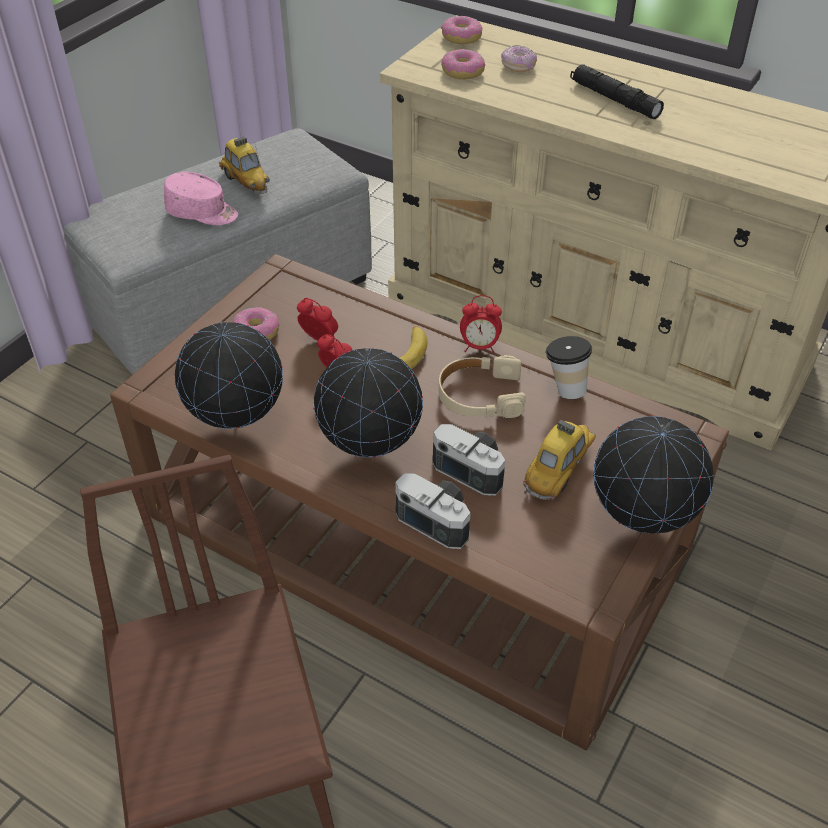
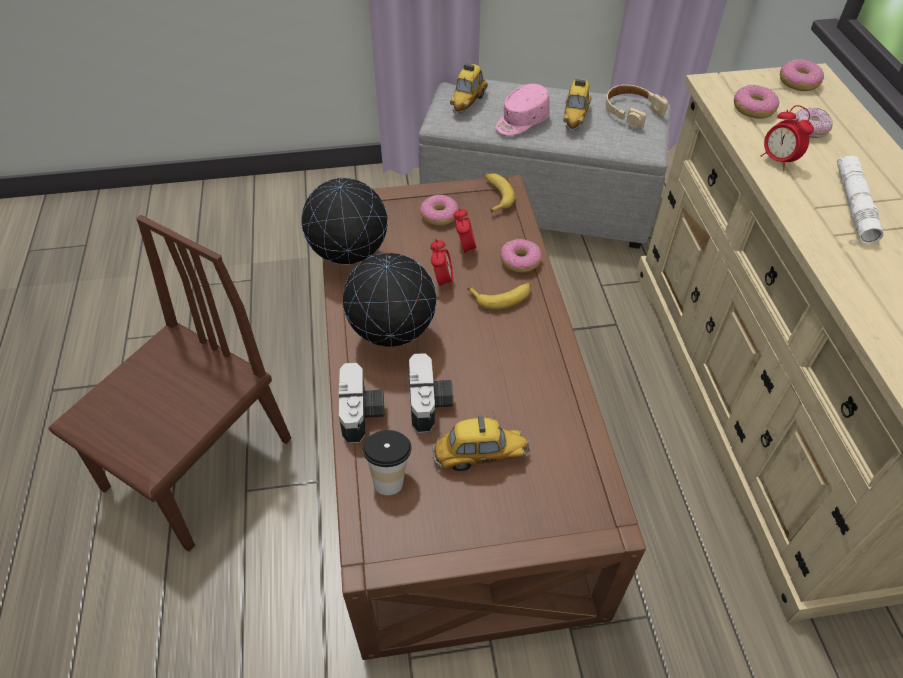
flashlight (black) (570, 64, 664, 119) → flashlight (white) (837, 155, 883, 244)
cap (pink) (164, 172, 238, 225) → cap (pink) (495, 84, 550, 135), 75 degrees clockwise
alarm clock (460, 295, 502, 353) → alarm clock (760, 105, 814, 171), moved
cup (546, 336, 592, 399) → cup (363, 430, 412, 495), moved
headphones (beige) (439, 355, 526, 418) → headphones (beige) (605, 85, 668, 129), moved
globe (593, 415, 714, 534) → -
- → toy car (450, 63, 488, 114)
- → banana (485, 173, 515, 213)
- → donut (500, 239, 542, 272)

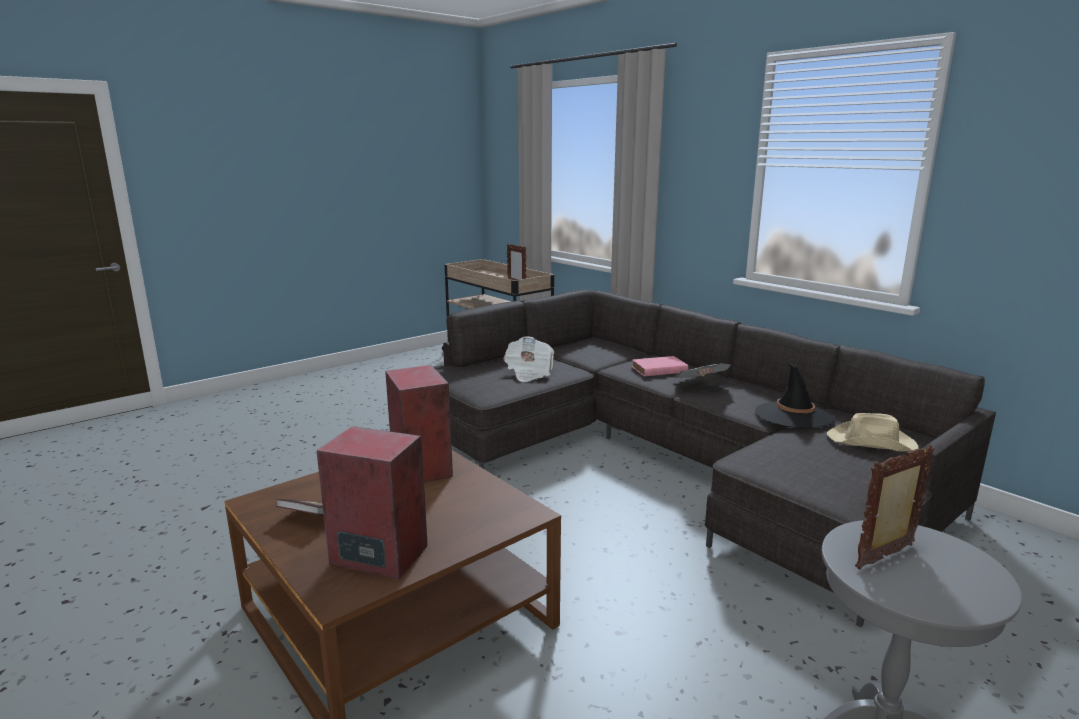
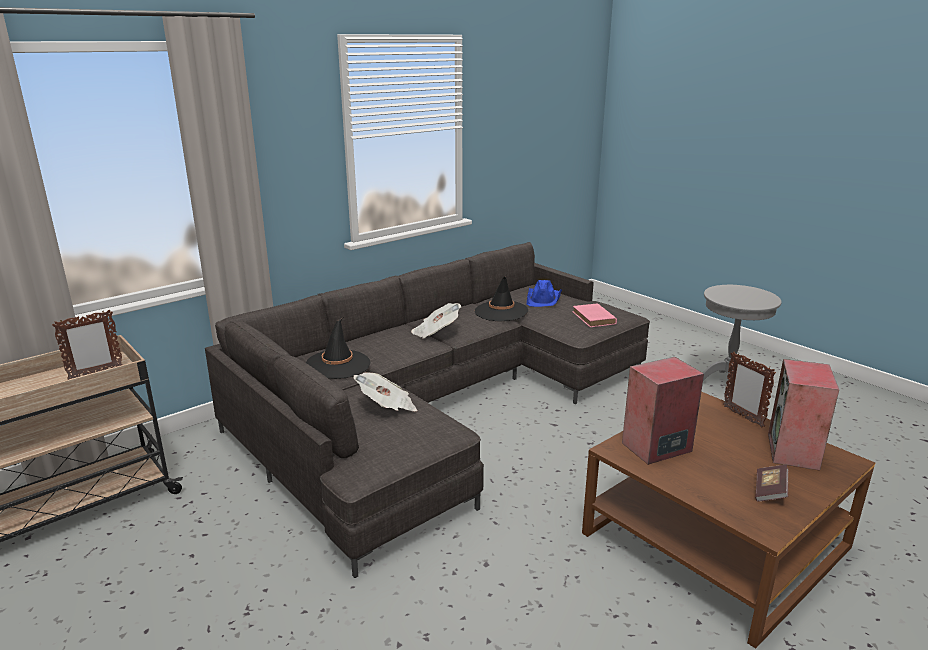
book (pink) (632, 356, 688, 376) → book (pink) (573, 303, 617, 327), moved
hat (beige) (827, 413, 919, 452) → hat (blue) (527, 280, 562, 307)
picture frame (855, 445, 934, 570) → picture frame (723, 352, 776, 428), moved
- → hat (black) (306, 317, 370, 379)

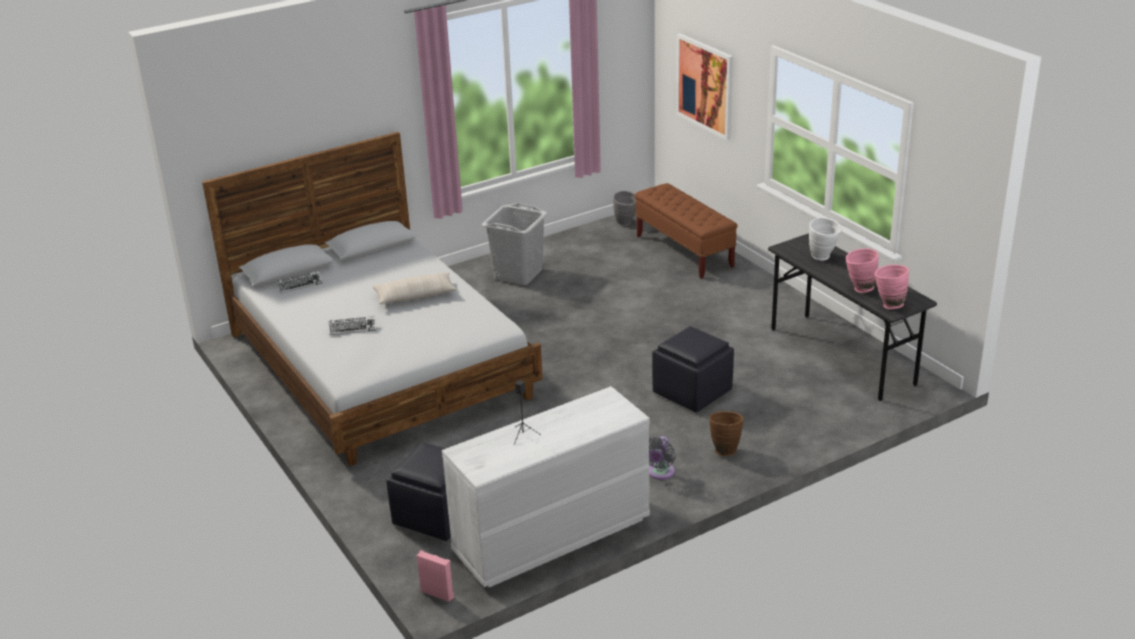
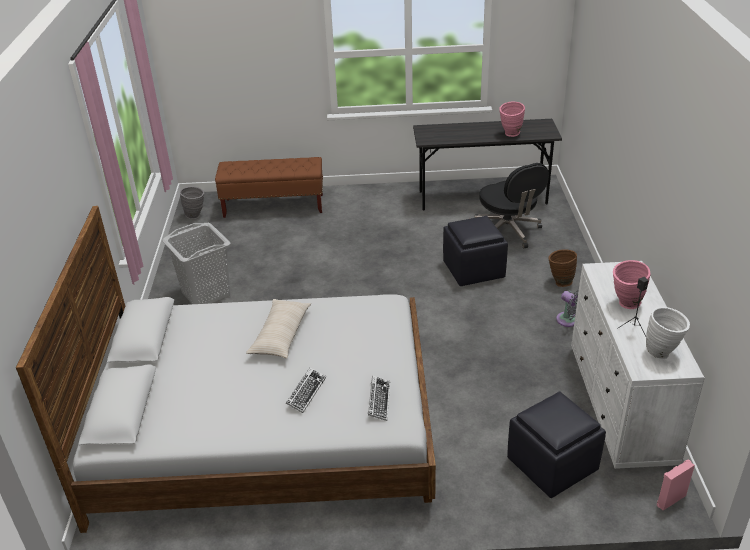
picture (676, 33, 733, 140) → -
vase (white) (809, 217, 841, 260) → vase (white) (645, 307, 690, 359), moved
vase (pink) (875, 265, 909, 309) → vase (pink) (613, 260, 650, 309), moved
keyboard (276, 271, 323, 293) → keyboard (368, 375, 390, 421), moved
- → office chair (black) (475, 163, 549, 248)

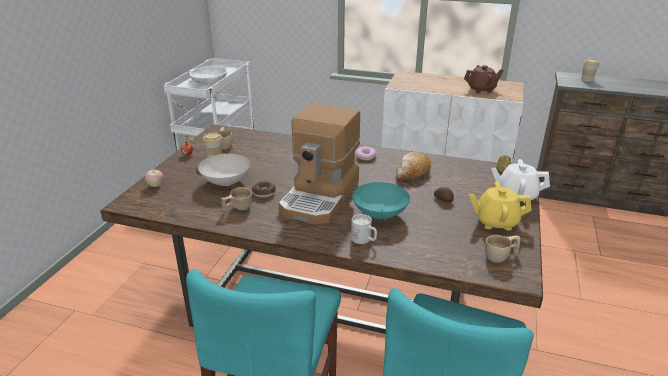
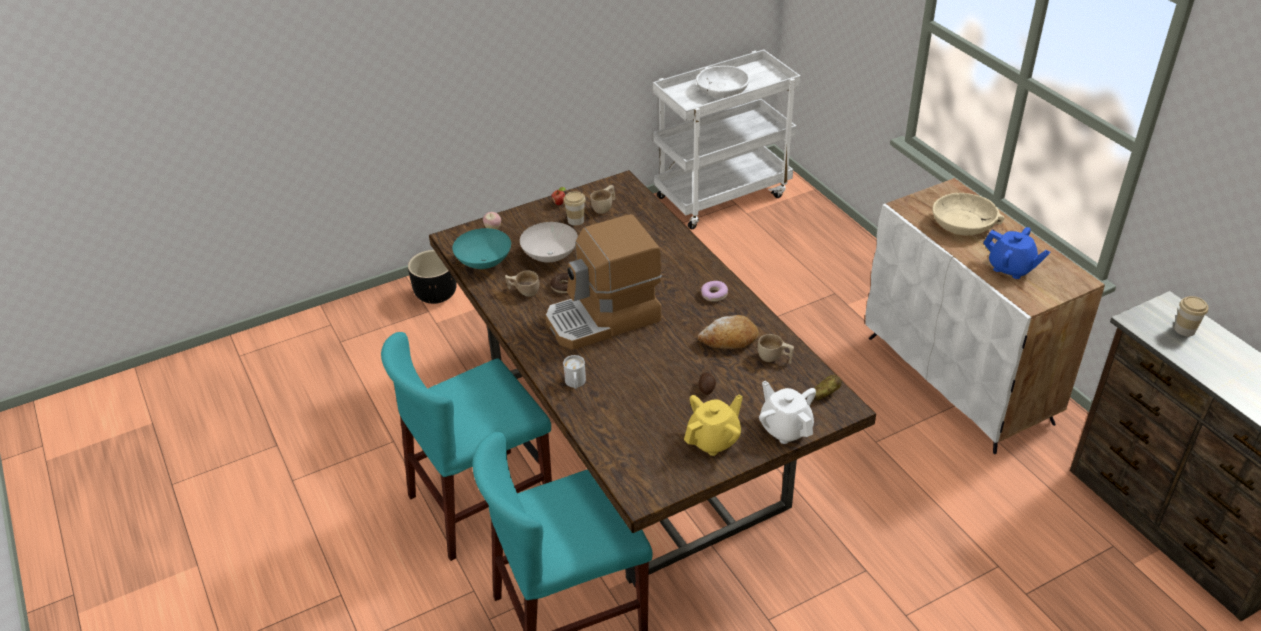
teapot (brown) (464, 65, 504, 93) → teapot (blue) (983, 227, 1050, 279)
bowl (turquoise) (352, 182, 410, 219) → bowl (turquoise) (452, 228, 511, 269), moved
teapot (yellow) (469, 182, 532, 231) → teapot (yellow) (684, 394, 743, 456), 90 degrees clockwise
cup (beige) (485, 235, 520, 263) → cup (beige) (758, 334, 794, 364), moved
- → bowl (beige) (932, 193, 1004, 235)
- → planter (black) (408, 250, 457, 304)

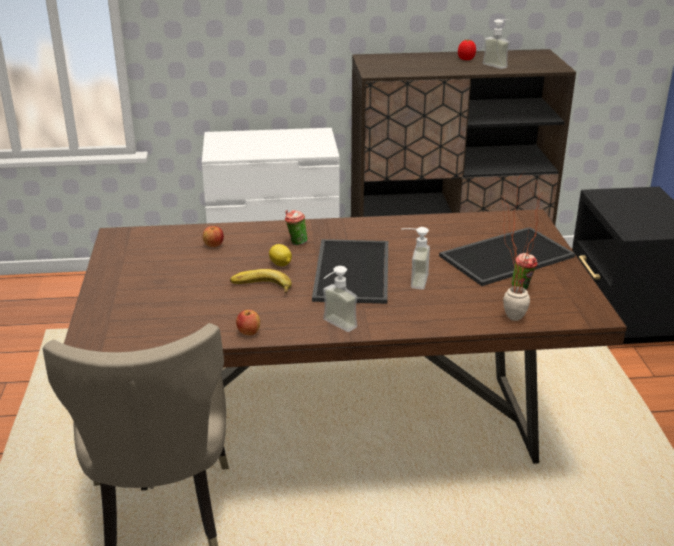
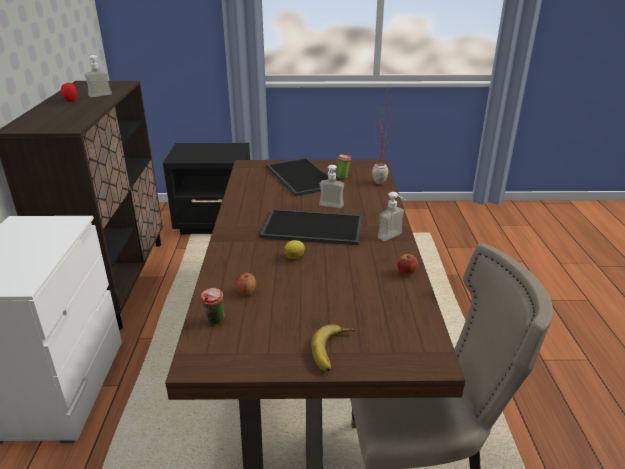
cup (285, 210, 307, 246) → cup (200, 288, 225, 325), moved
banana (230, 269, 292, 294) → banana (311, 324, 355, 371), moved

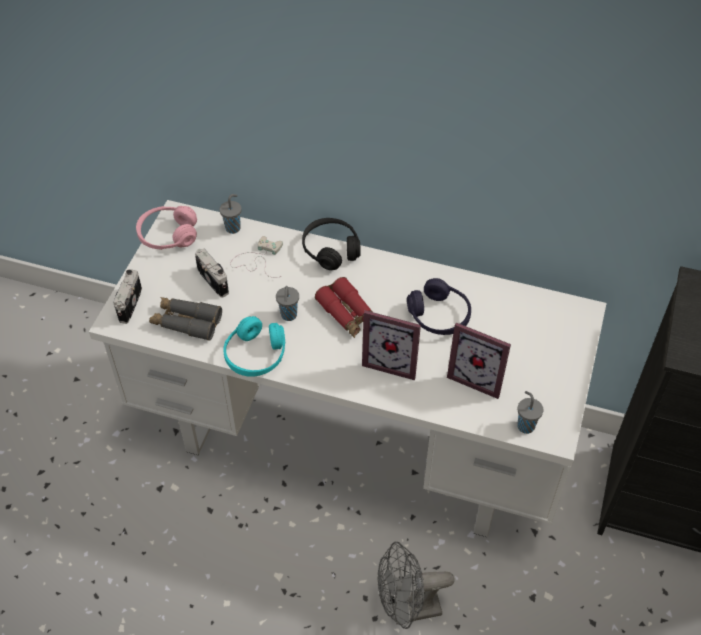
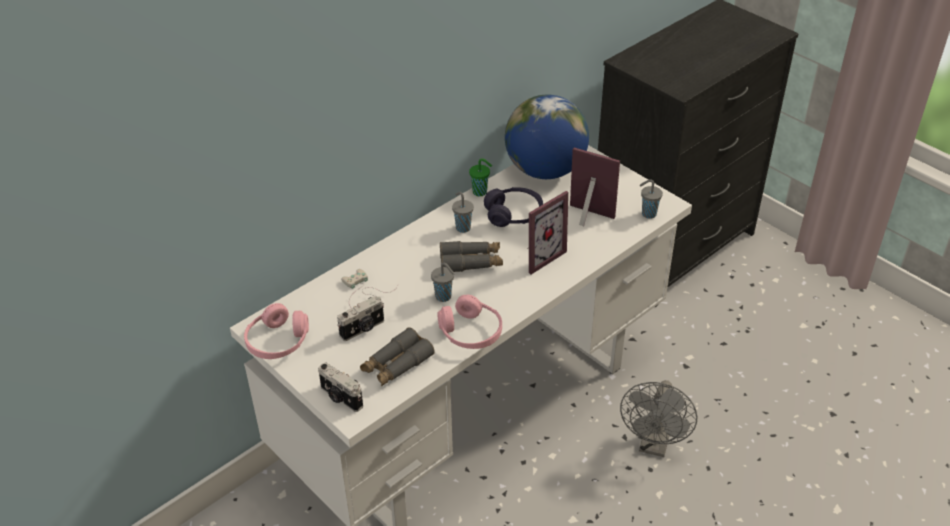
cup (grey) (219, 194, 241, 234) → cup (grey) (452, 192, 474, 233), moved
headphones (black) (302, 218, 361, 270) → -
photo camera (195, 248, 229, 298) → photo camera (337, 296, 384, 341), 150 degrees clockwise
binoculars (red) (315, 277, 372, 338) → binoculars (grey) (440, 241, 503, 272)
headphones (turquoise) (223, 316, 285, 377) → headphones (pink) (437, 295, 502, 349)
picture frame (447, 323, 511, 399) → picture frame (570, 148, 620, 226), 120 degrees counterclockwise
- → globe (505, 95, 589, 179)
- → cup (green) (469, 158, 492, 196)

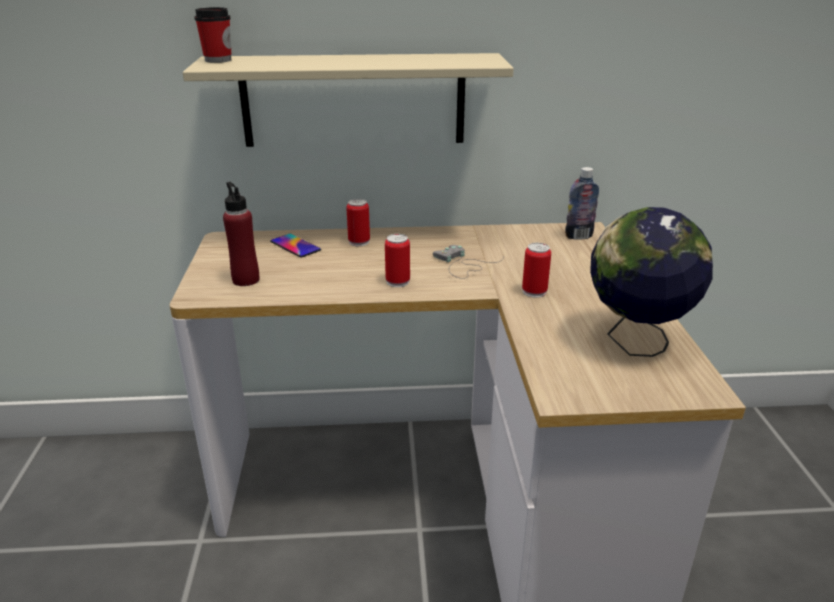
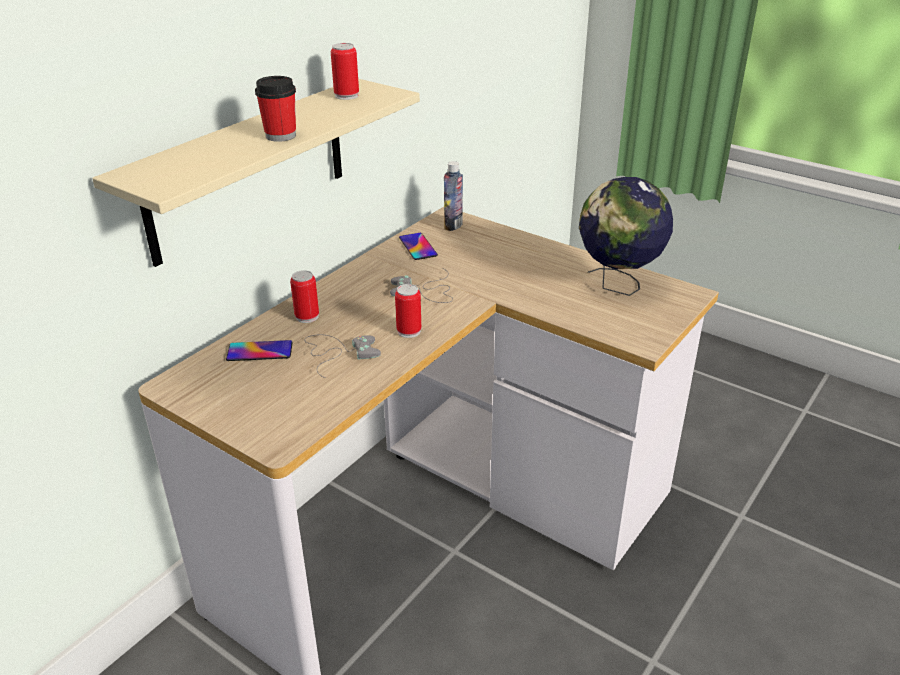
cup (194, 7, 232, 63) → cup (255, 76, 296, 142), moved
bottle (red) (223, 182, 259, 286) → -
can (522, 243, 551, 298) → can (331, 43, 359, 100), moved
- → phone (399, 233, 438, 260)
- → game controller (grey) (304, 334, 381, 378)

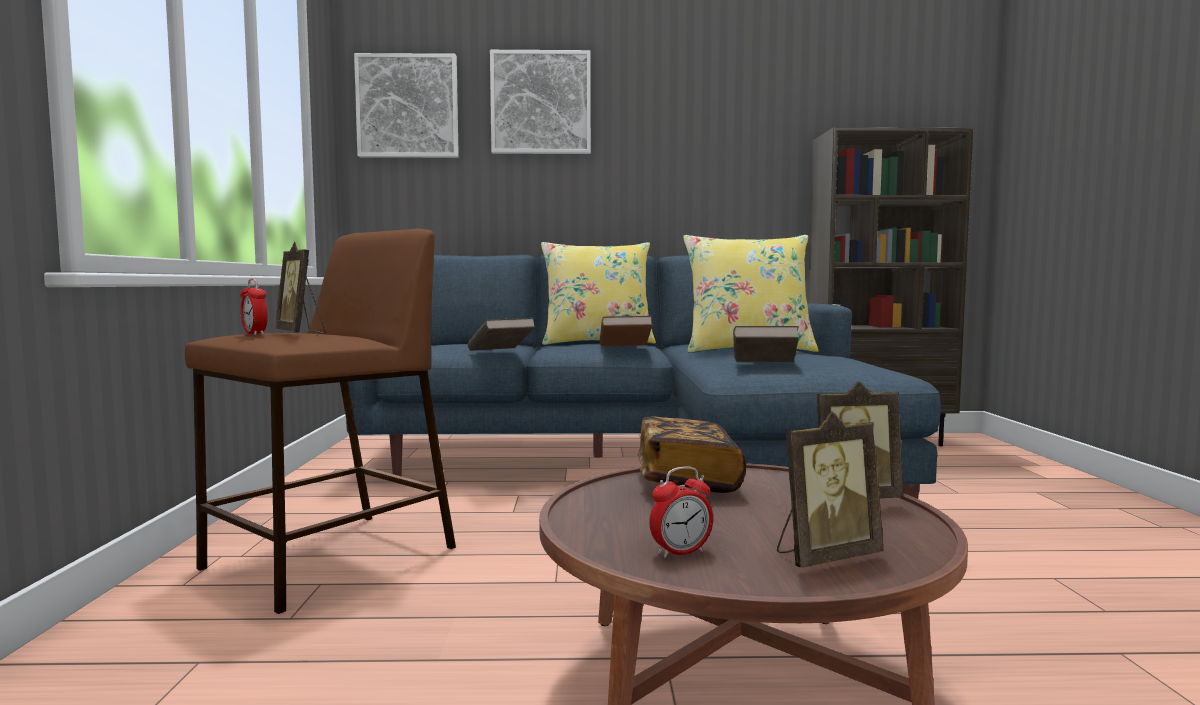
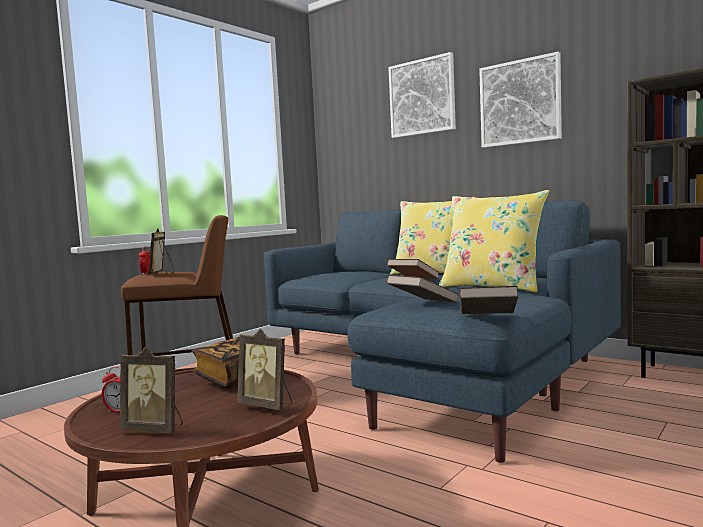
picture (354, 53, 459, 158) → picture (479, 52, 562, 148), moved
book (brown) (468, 318, 535, 351) → book (brown) (459, 286, 518, 314), moved

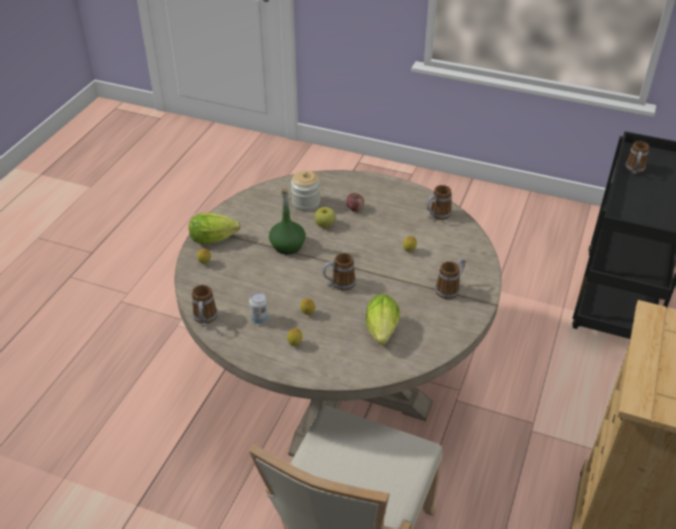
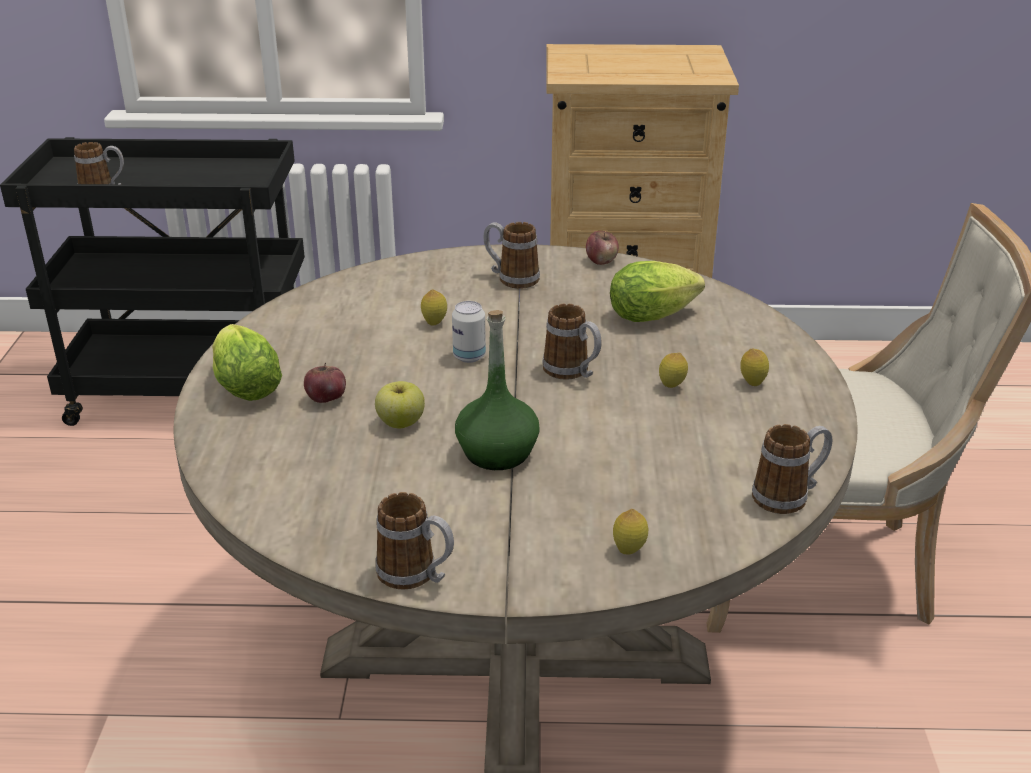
jar (291, 170, 320, 211) → -
mug (426, 185, 452, 220) → mug (375, 492, 454, 590), moved
lettuce (189, 213, 241, 244) → lettuce (212, 324, 282, 401), moved
can (249, 292, 269, 324) → can (452, 301, 486, 363), moved
- → apple (586, 231, 619, 265)

